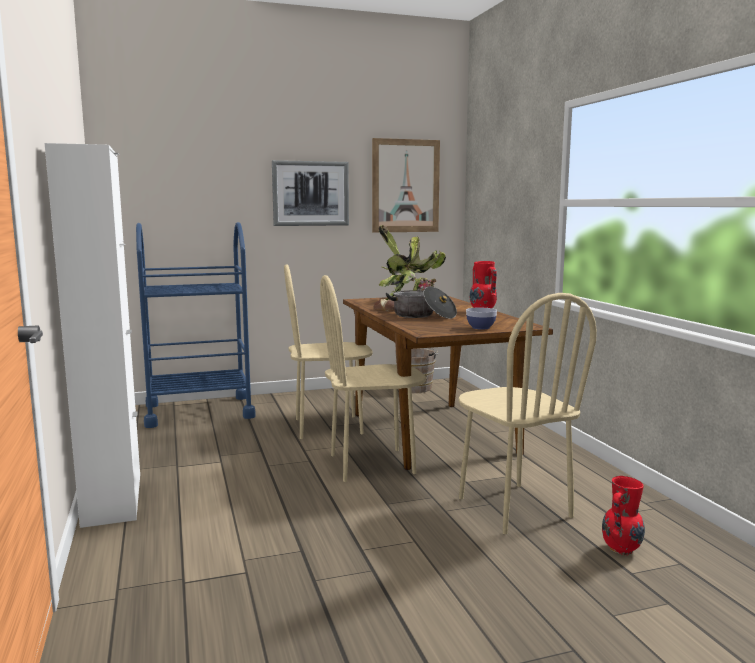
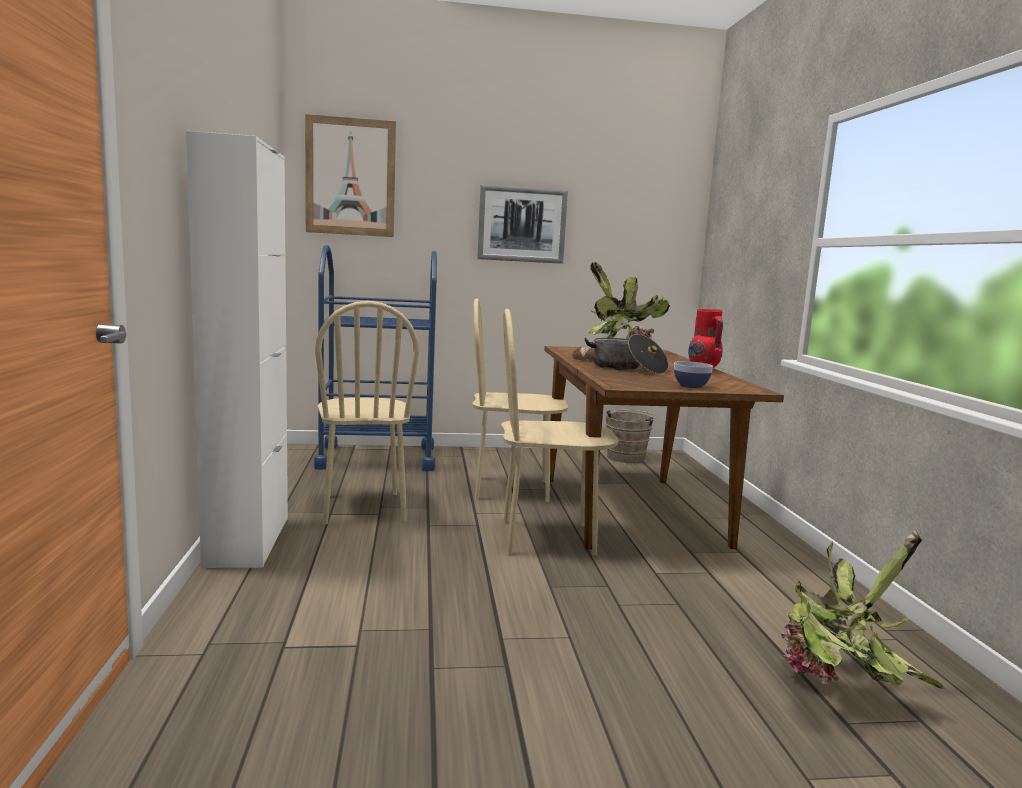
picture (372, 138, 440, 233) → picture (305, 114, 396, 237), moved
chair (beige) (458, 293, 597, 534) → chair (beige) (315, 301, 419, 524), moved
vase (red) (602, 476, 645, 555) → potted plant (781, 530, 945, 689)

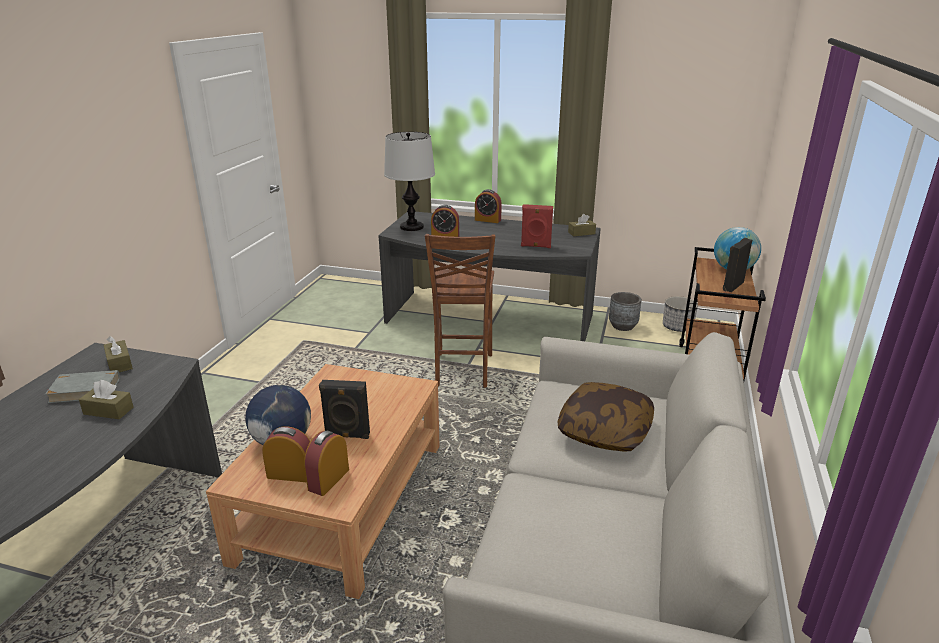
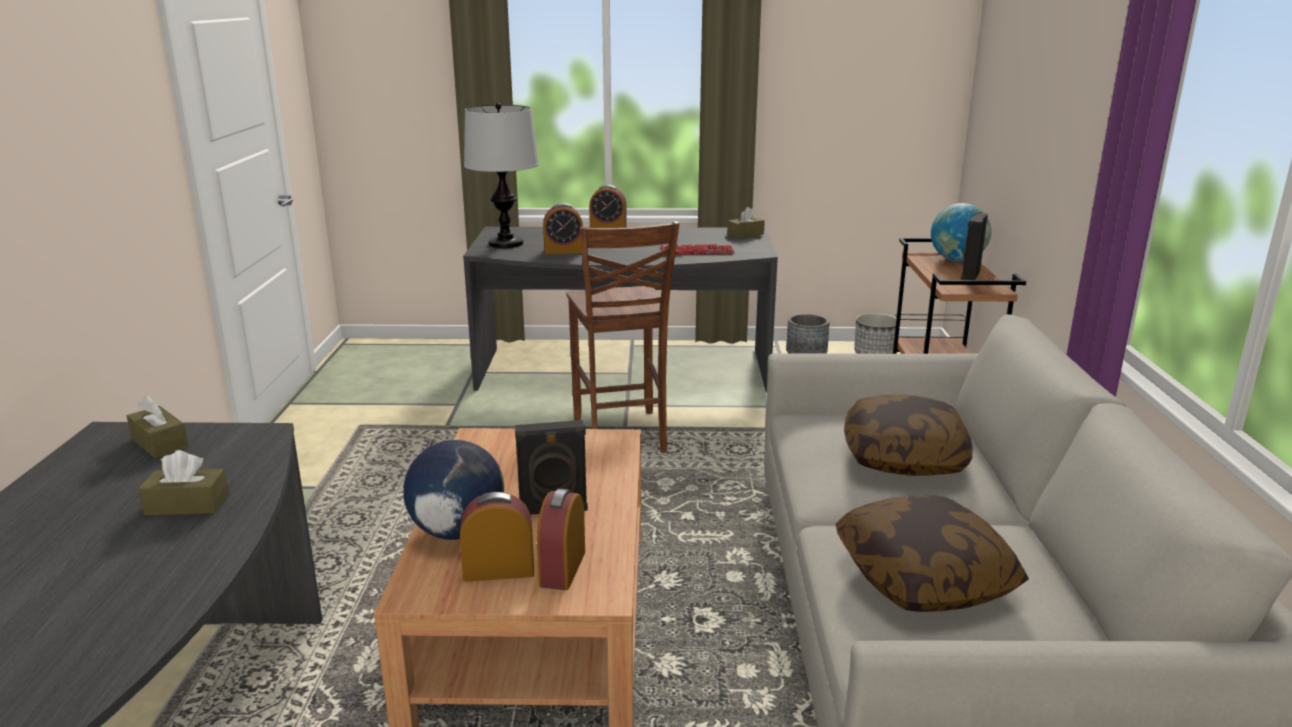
speaker (red) (521, 204, 553, 248) → keyboard (660, 244, 735, 255)
book (grey) (45, 370, 120, 403) → -
- → pillow (836, 495, 1029, 612)

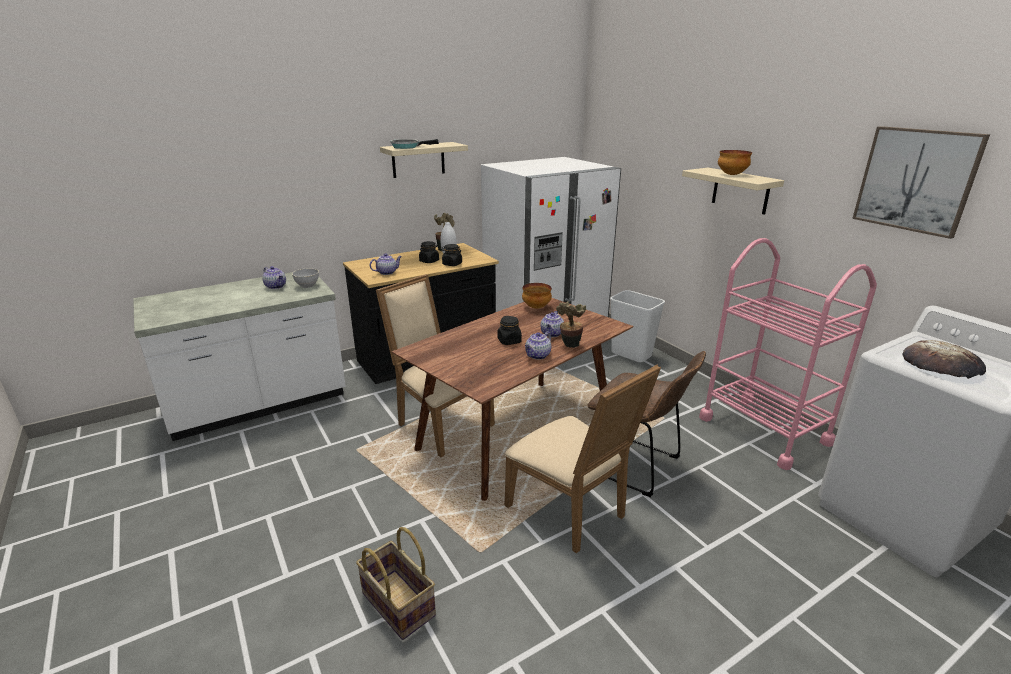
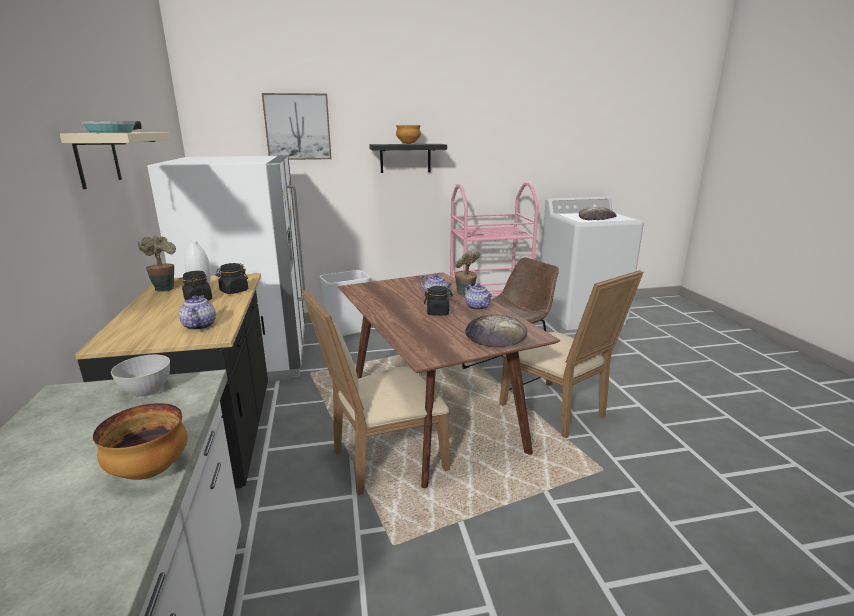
picture (852, 126, 990, 239) → picture (262, 93, 332, 160), moved
shelf (beige) (682, 168, 784, 215) → shelf (black) (369, 144, 447, 173)
teapot (262, 266, 286, 289) → -
bowl (522, 283, 552, 309) → bowl (93, 403, 188, 480), moved
chair (beige) (505, 364, 661, 553) → chair (beige) (499, 270, 643, 438), 75 degrees clockwise
basket (356, 527, 436, 640) → -
- → bread (465, 315, 527, 347)

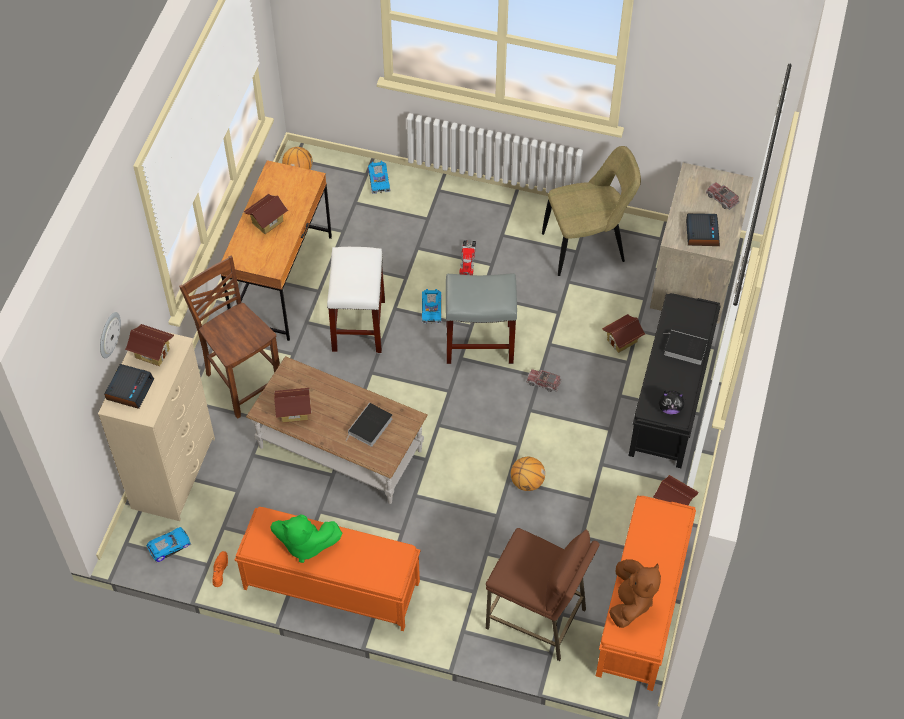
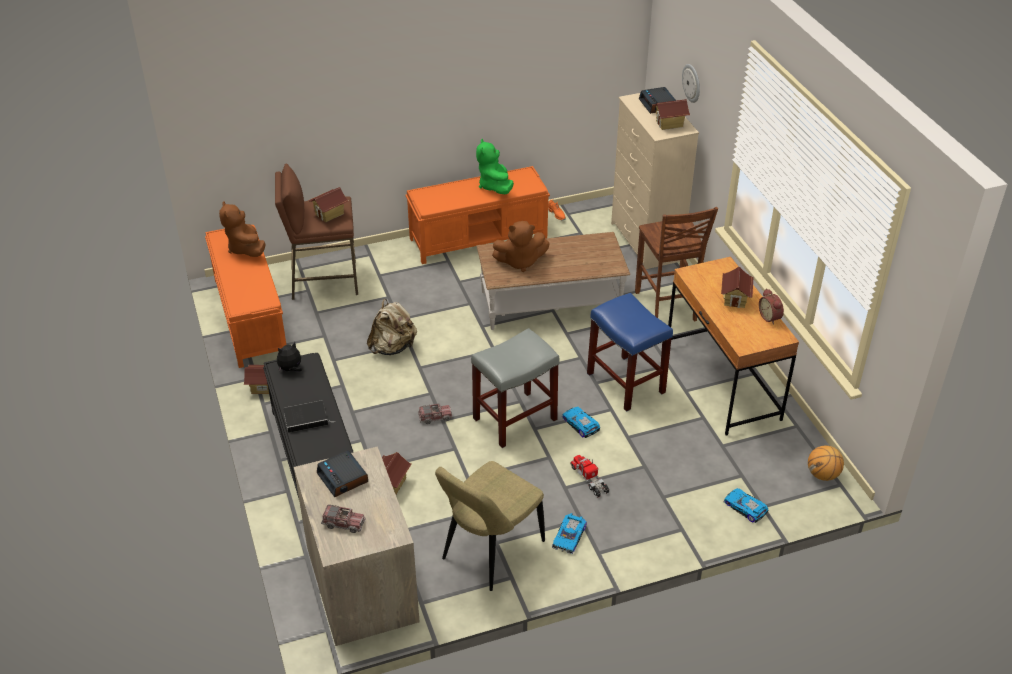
stool (white) (327, 247, 385, 353) → stool (blue) (587, 293, 673, 412)
chair (brown) (179, 255, 280, 419) → chair (brown) (635, 207, 718, 321), 60 degrees clockwise
toy house (274, 388, 311, 423) → toy house (308, 187, 348, 222), moved
book (346, 403, 393, 447) → plush toy (brown) (492, 221, 550, 272)
basketball (511, 457, 545, 491) → backpack (beige) (367, 299, 417, 355)
plush toy (green) (270, 514, 342, 563) → plush toy (green) (476, 139, 514, 194), 75 degrees counterclockwise
toy car (146, 527, 191, 562) → toy car (552, 513, 587, 554), moved
- → alarm clock (759, 289, 784, 325)

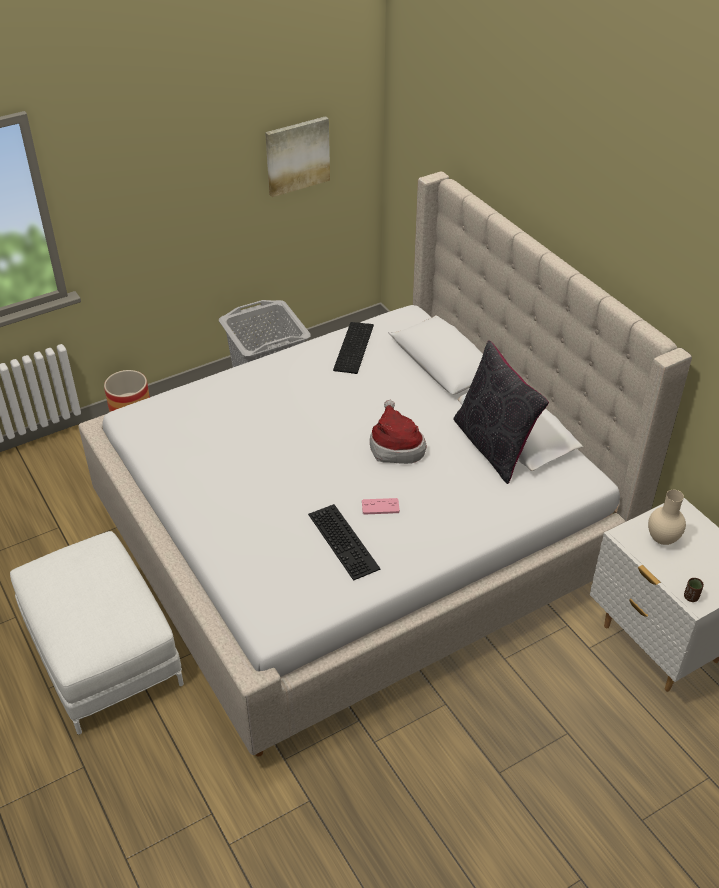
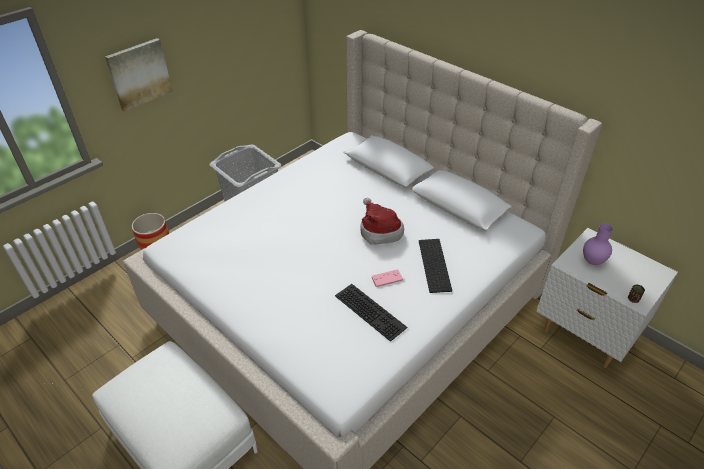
picture (265, 116, 330, 197) → picture (105, 38, 173, 112), moved
keyboard (333, 322, 374, 374) → keyboard (419, 239, 452, 293), moved
pillow (black) (453, 340, 549, 484) → -
vase (beige) (648, 490, 686, 545) → vase (purple) (583, 223, 613, 265)

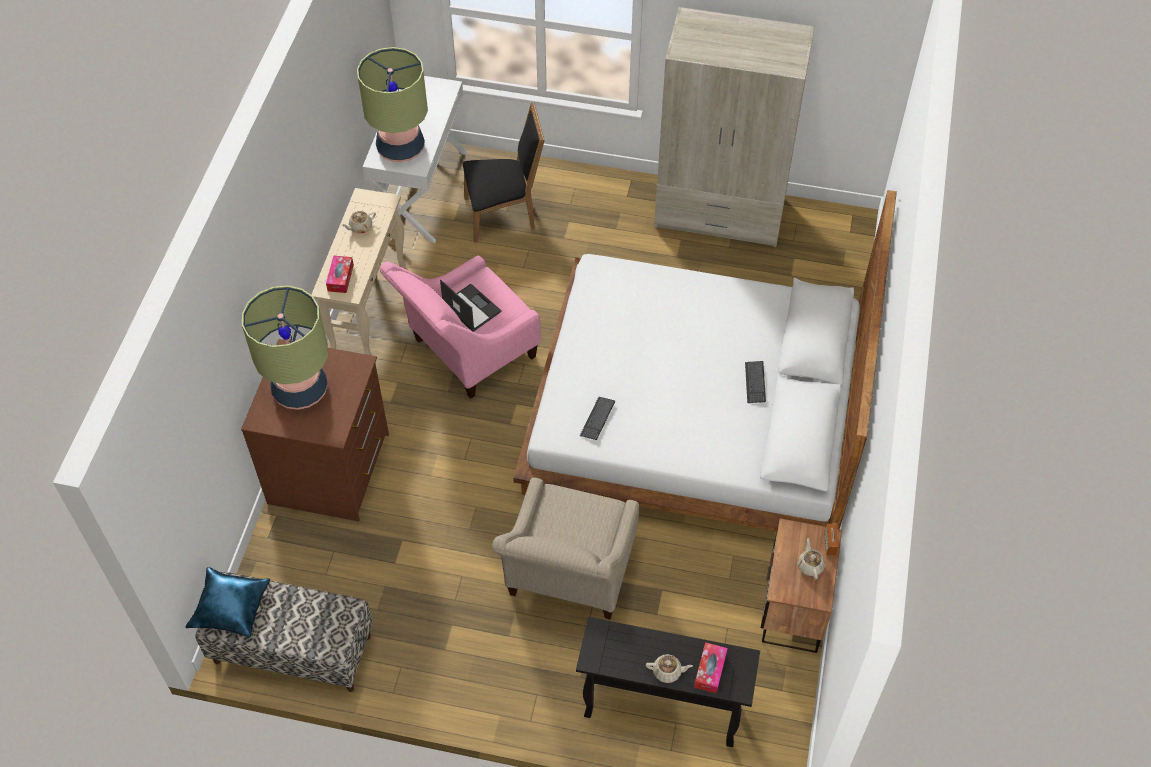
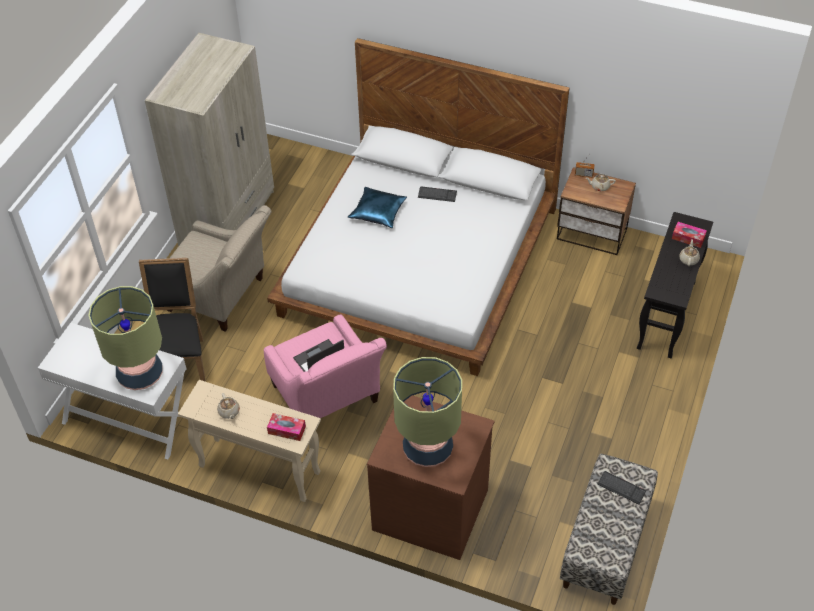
keyboard (580, 397, 615, 440) → keyboard (597, 471, 646, 504), moved
armchair (beige) (492, 478, 639, 620) → armchair (beige) (167, 205, 271, 332), moved
pillow (blue) (185, 567, 270, 638) → pillow (blue) (348, 187, 407, 228), moved

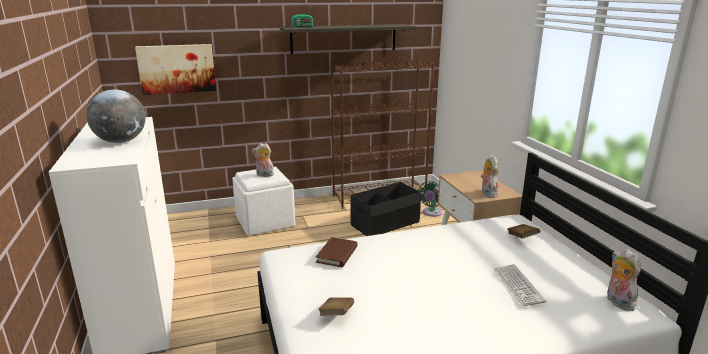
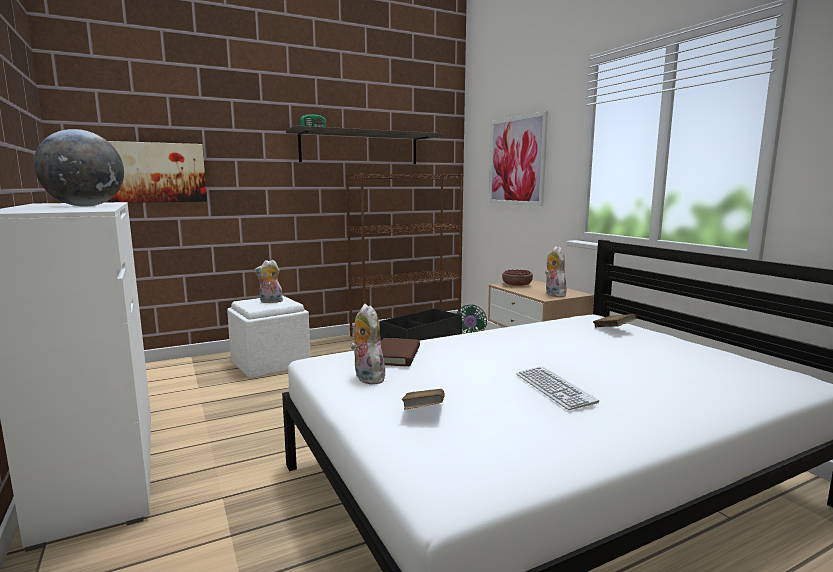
plush toy (607, 249, 641, 311) → plush toy (350, 304, 385, 384), moved
keyboard (494, 264, 546, 306) → keyboard (516, 366, 599, 410), moved
- → picture (489, 111, 548, 206)
- → bowl (502, 269, 533, 286)

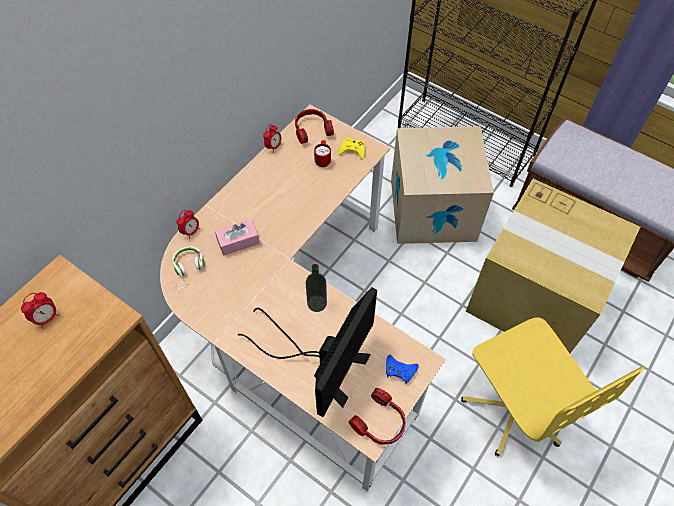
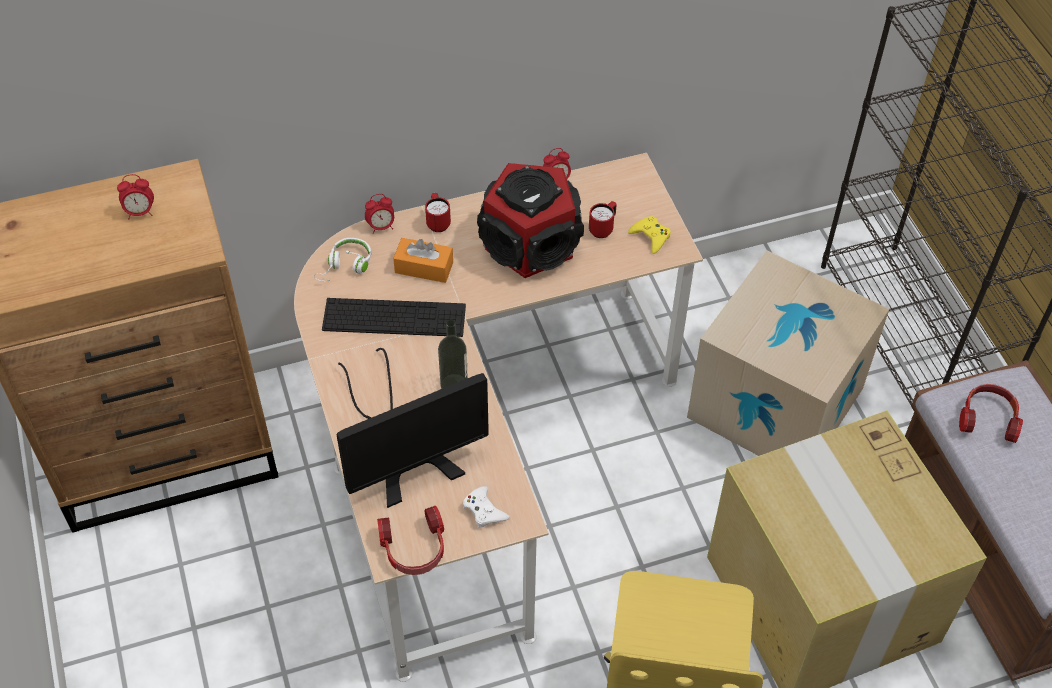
headphones (295, 109, 334, 144) → headphones (959, 384, 1023, 443), moved
tissue box (pink) (215, 219, 260, 256) → tissue box (orange) (393, 238, 453, 283)
game controller (blue) (386, 355, 419, 384) → game controller (white) (463, 486, 510, 528)
- → speaker (477, 163, 584, 278)
- → mug (red) (425, 193, 451, 232)
- → keyboard (322, 298, 466, 337)

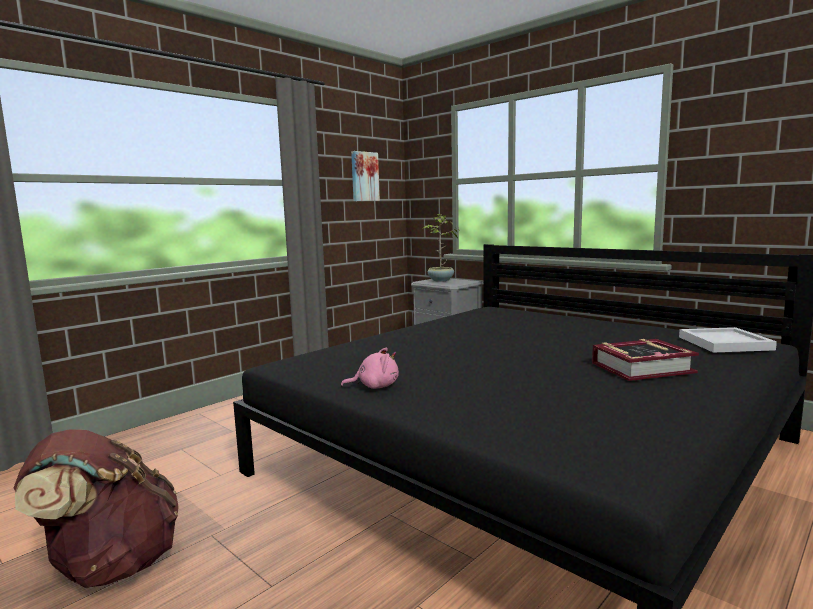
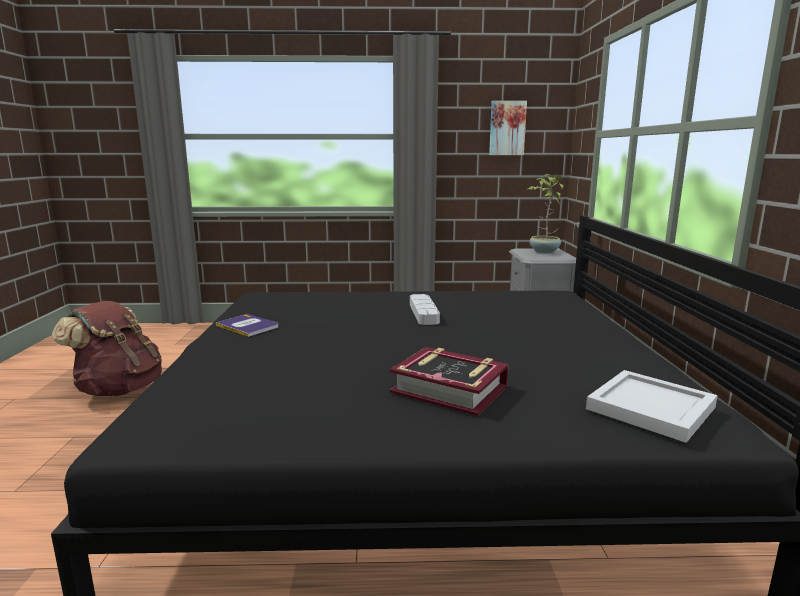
plush toy (pink) (341, 347, 399, 389) → book (216, 314, 278, 337)
- → tray (grey) (410, 294, 440, 325)

